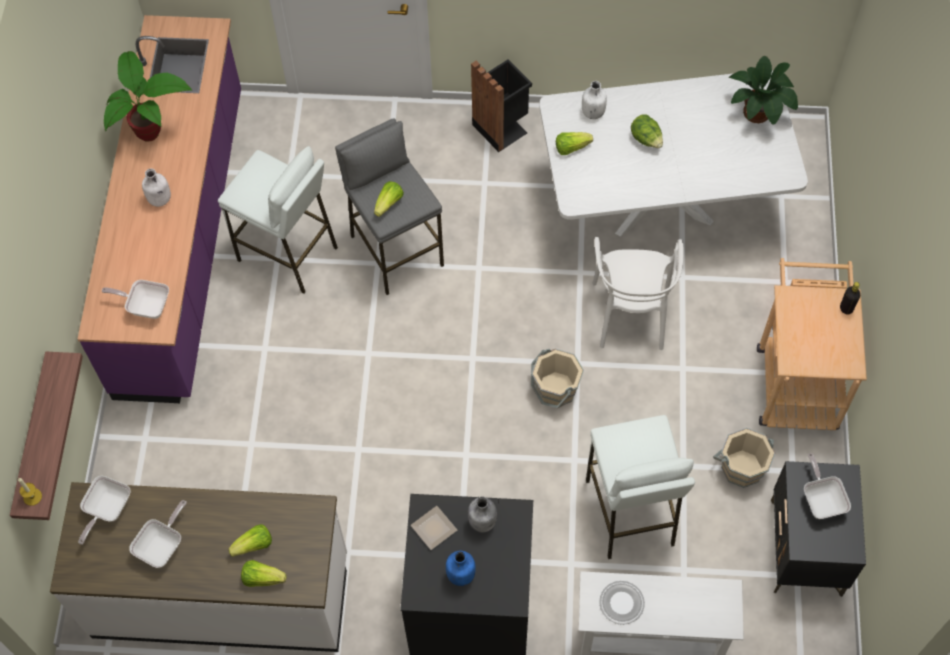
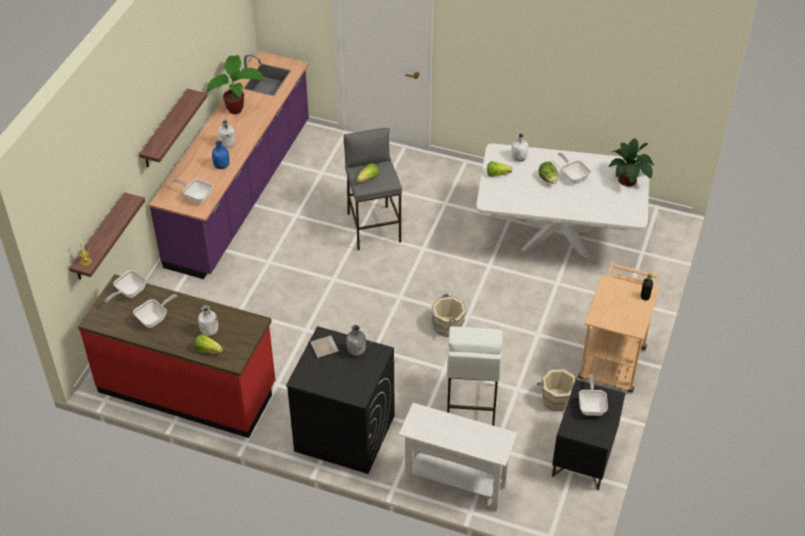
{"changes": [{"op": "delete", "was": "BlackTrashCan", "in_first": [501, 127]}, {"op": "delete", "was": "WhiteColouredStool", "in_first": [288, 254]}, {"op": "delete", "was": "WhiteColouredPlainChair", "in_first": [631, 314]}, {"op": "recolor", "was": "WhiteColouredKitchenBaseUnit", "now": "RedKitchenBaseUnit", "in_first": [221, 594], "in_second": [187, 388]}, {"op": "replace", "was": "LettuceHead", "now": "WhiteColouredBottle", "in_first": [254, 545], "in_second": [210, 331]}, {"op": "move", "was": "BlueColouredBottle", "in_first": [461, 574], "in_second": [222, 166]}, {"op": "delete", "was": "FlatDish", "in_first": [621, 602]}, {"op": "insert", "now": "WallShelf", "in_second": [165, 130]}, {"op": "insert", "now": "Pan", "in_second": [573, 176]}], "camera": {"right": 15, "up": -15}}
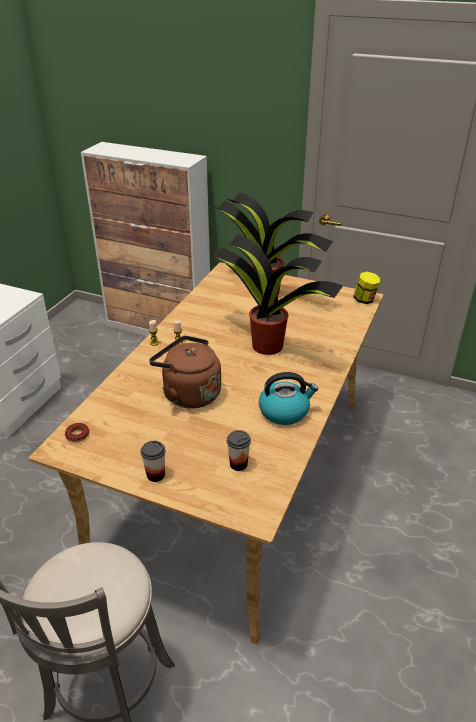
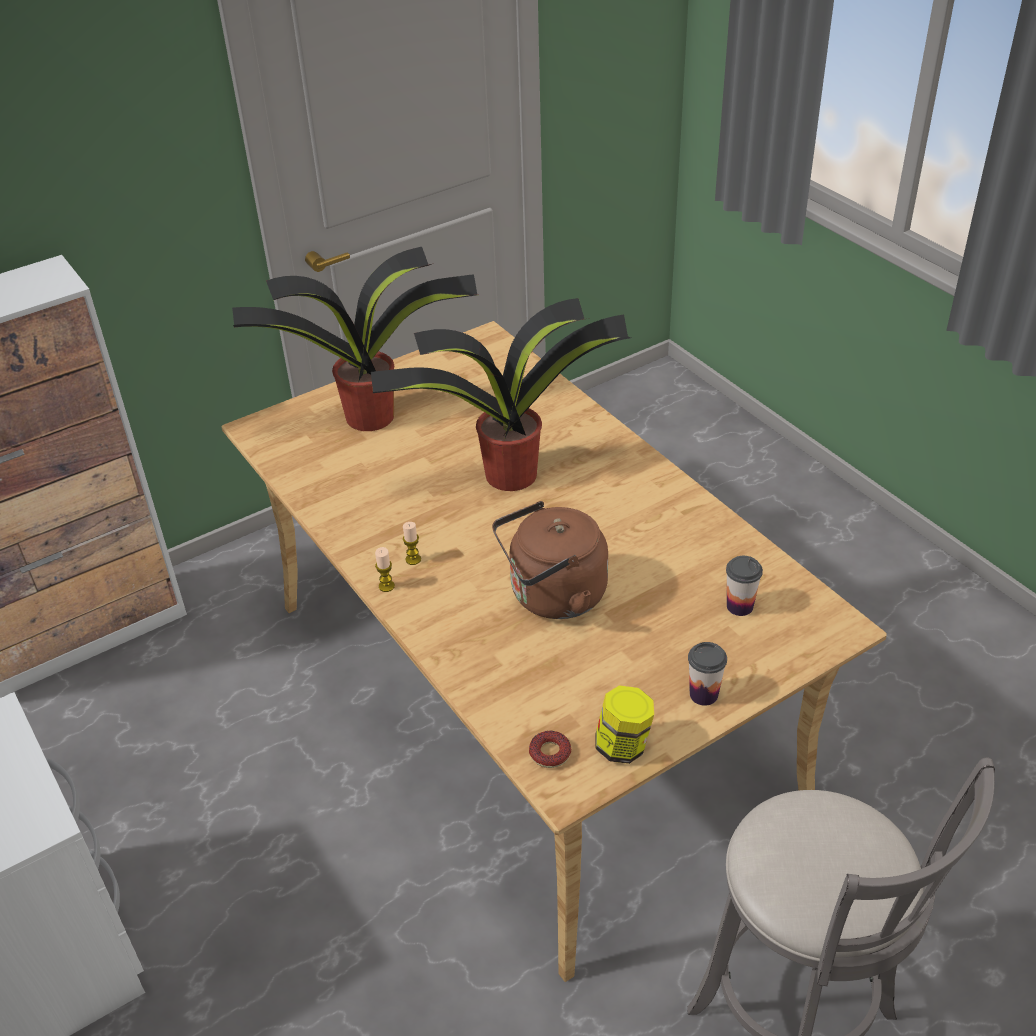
{"changes": [{"op": "move", "was": "StorageJar", "in_first": [364, 300], "in_second": [623, 746]}, {"op": "delete", "was": "TeaKettle", "in_first": [284, 411]}], "camera": {"right": -55, "up": 5}}
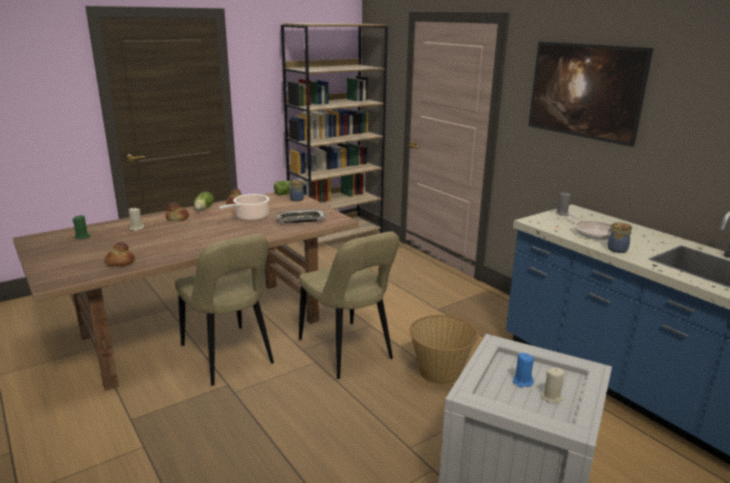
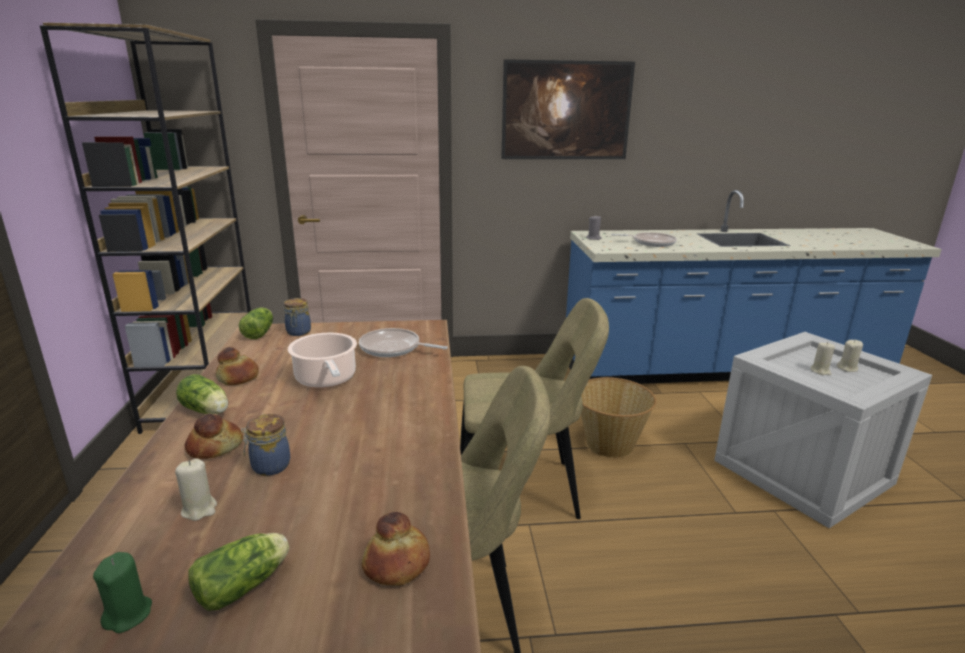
{"changes": [{"op": "replace", "was": "Tray", "now": "Pan", "in_first": [300, 220], "in_second": [393, 348]}, {"op": "move", "was": "StorageJar", "in_first": [616, 249], "in_second": [269, 466]}, {"op": "recolor", "was": "BlueColouredWaxLight", "now": "BeigeColouredWaxLight", "in_first": [522, 382], "in_second": [820, 371]}, {"op": "insert", "now": "LettuceHead", "in_second": [246, 585]}], "camera": {"right": -60, "up": 0}}
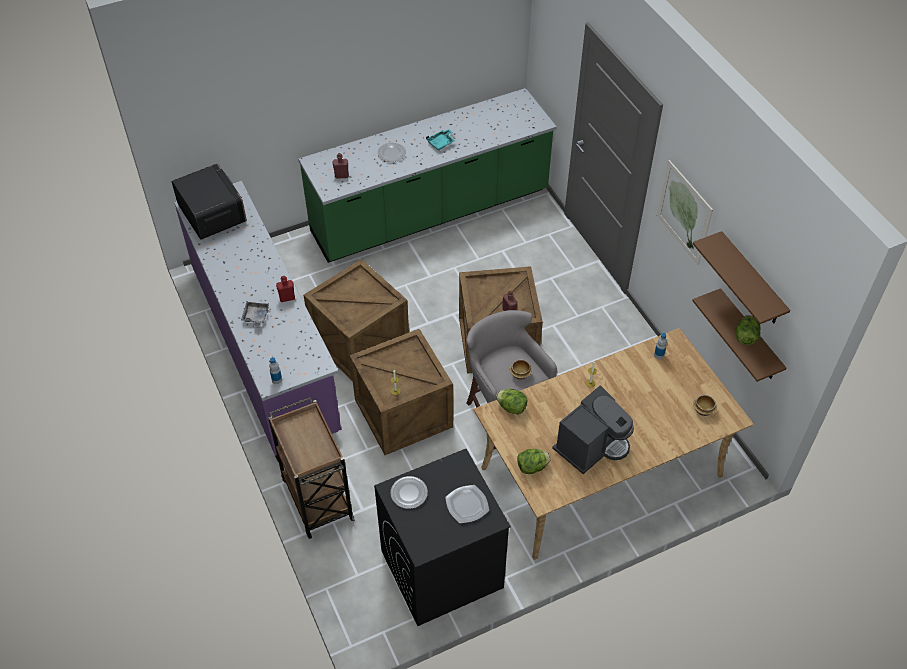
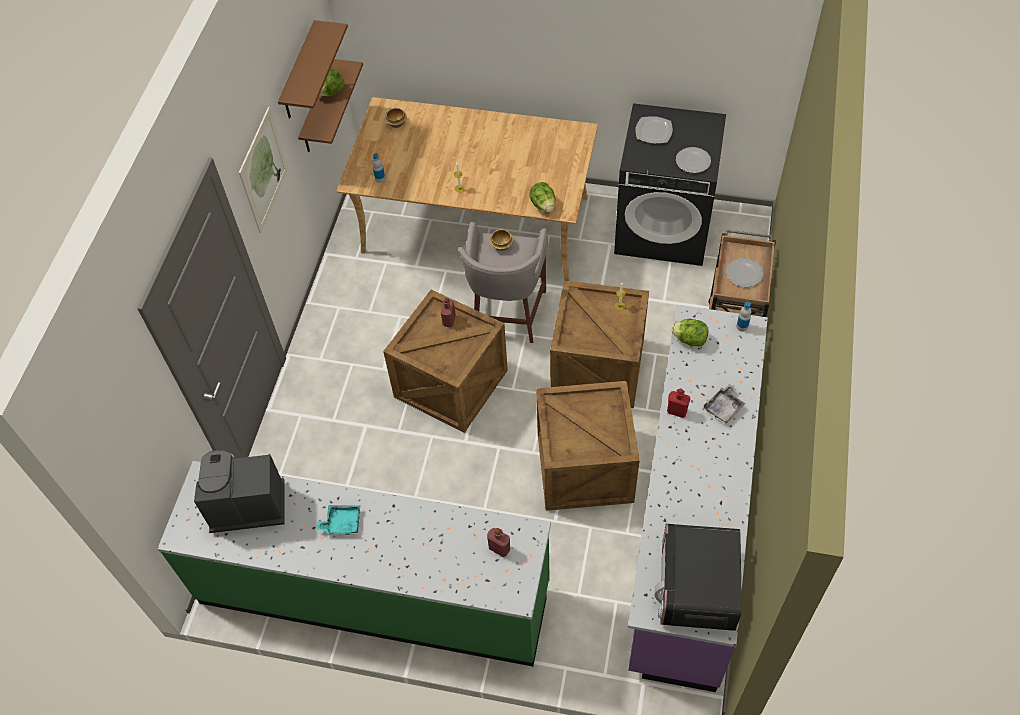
{"changes": [{"op": "move", "was": "FlatDish", "in_first": [391, 153], "in_second": [744, 273]}, {"op": "move", "was": "CoffeeBrewer", "in_first": [591, 446], "in_second": [246, 505]}, {"op": "move", "was": "LettuceHead", "in_first": [532, 467], "in_second": [690, 339]}], "camera": {"right": -140, "up": 5}}
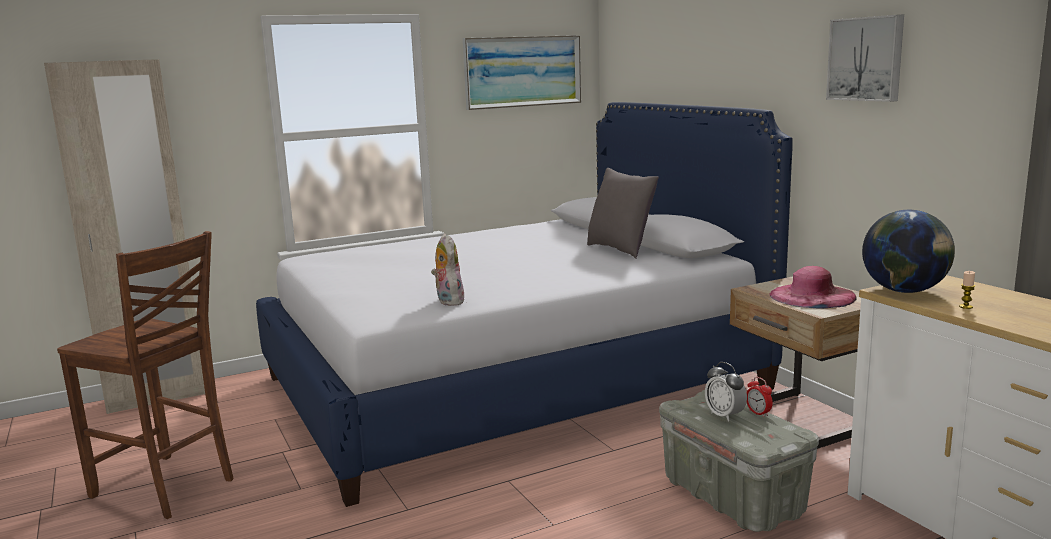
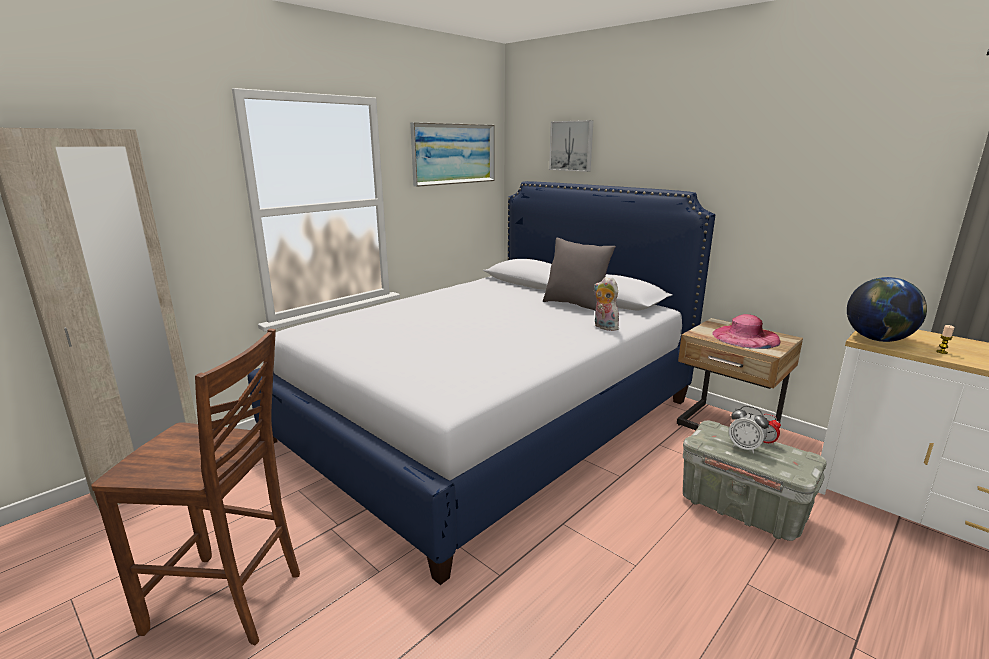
{"changes": [{"op": "move", "was": "Picture", "in_first": [866, 59], "in_second": [572, 146]}, {"op": "move", "was": "SoftToy", "in_first": [448, 301], "in_second": [604, 327]}], "camera": {"right": -20, "up": 5}}
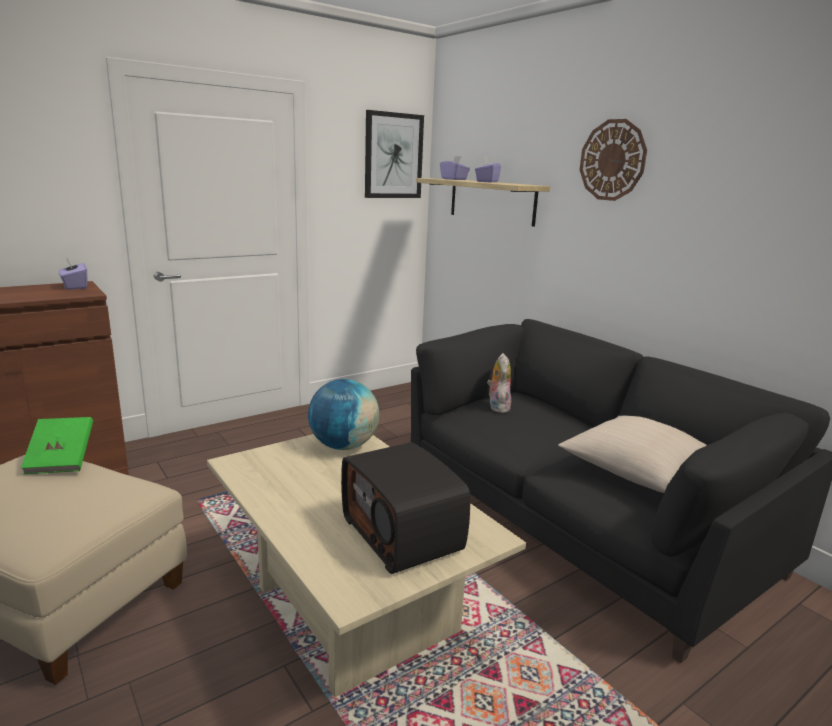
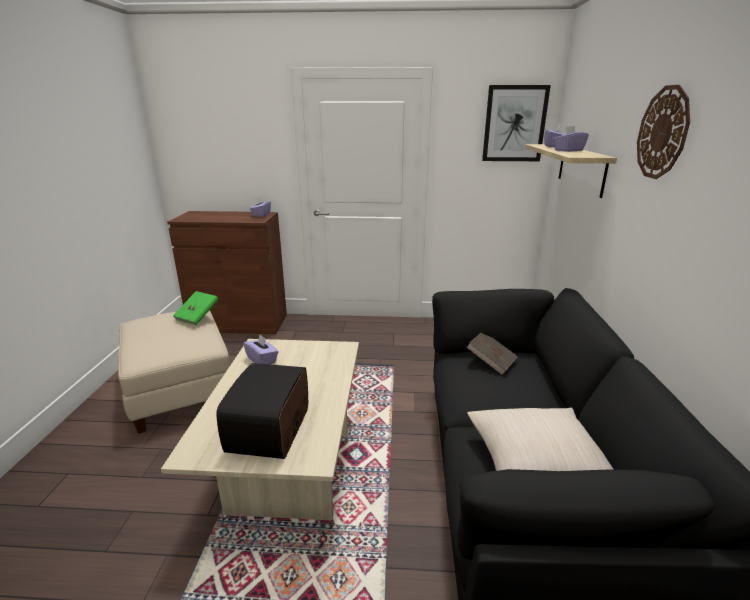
{"changes": [{"op": "replace", "was": "SoftToy", "now": "BrownColouredBook", "in_first": [497, 407], "in_second": [491, 361]}, {"op": "delete", "was": "WorldGlobe", "in_first": [343, 446]}, {"op": "insert", "now": "PurpleColouredTissueBox", "in_second": [262, 360]}], "camera": {"right": 40, "up": 5}}
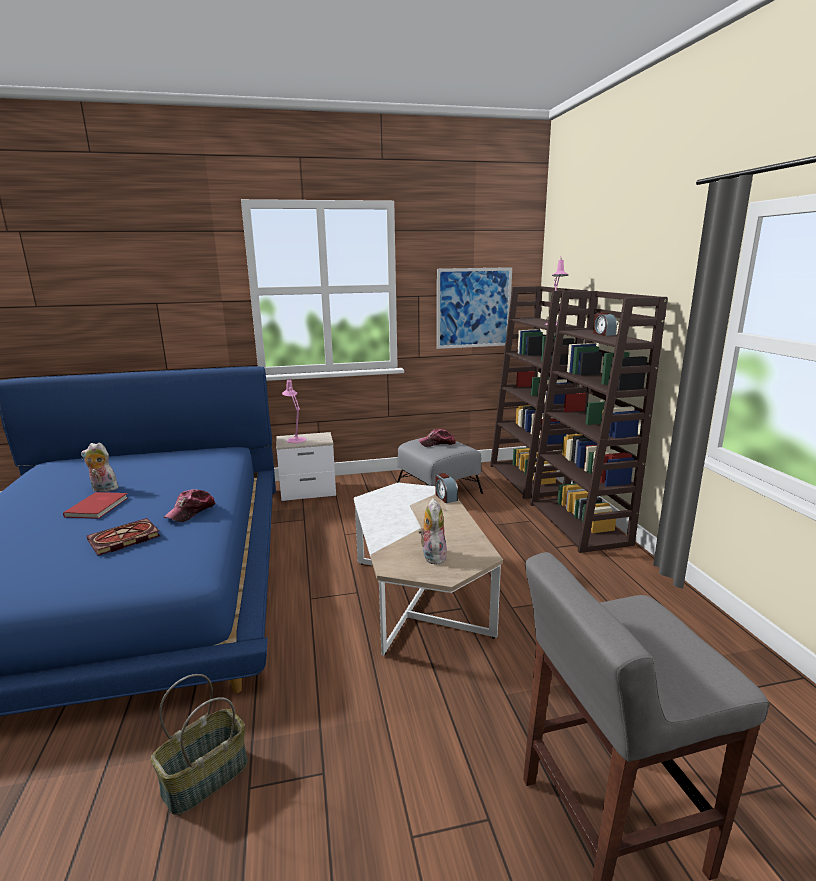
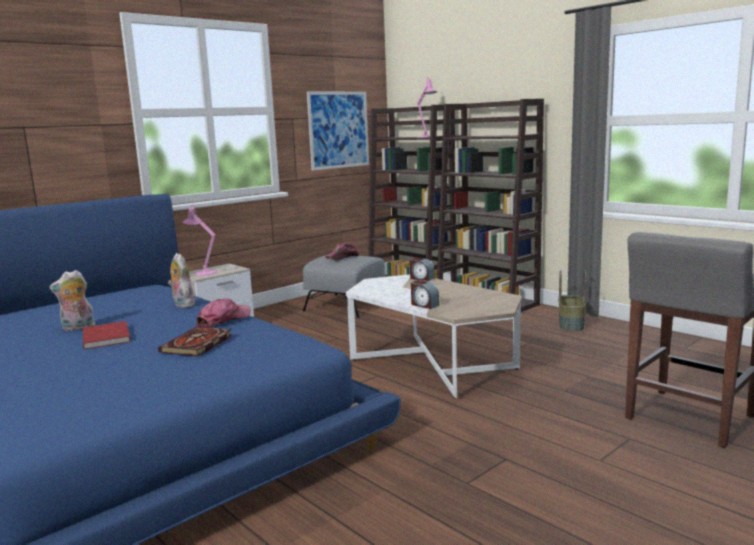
{"changes": [{"op": "move", "was": "TableClock", "in_first": [603, 334], "in_second": [424, 305]}, {"op": "rotate", "was": "BaseballCap", "in_first": [191, 511], "in_second": [223, 320], "clockwise": -135}, {"op": "move", "was": "SoftToy", "in_first": [432, 556], "in_second": [182, 305]}, {"op": "move", "was": "StorageBasket", "in_first": [205, 779], "in_second": [572, 324]}], "camera": {"right": -30, "up": -5}}
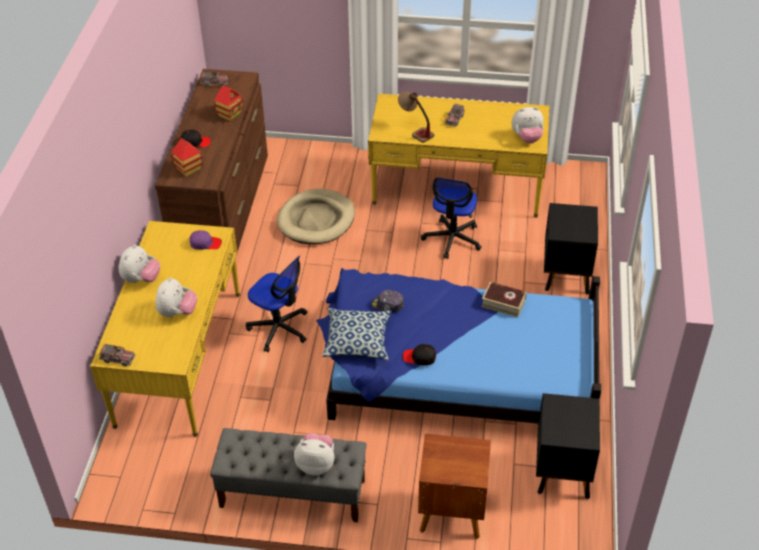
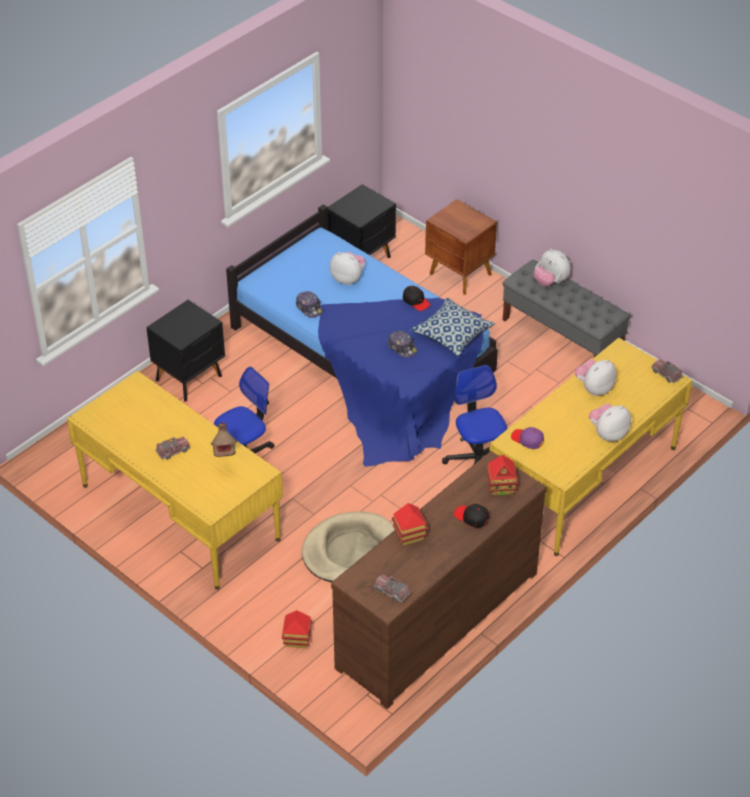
{"changes": [{"op": "move", "was": "SoftToy", "in_first": [527, 138], "in_second": [348, 279]}, {"op": "replace", "was": "Book", "now": "BaseballCap", "in_first": [503, 303], "in_second": [309, 308]}, {"op": "insert", "now": "ToyHouse", "in_second": [297, 640]}], "camera": {"right": -145, "up": 0}}
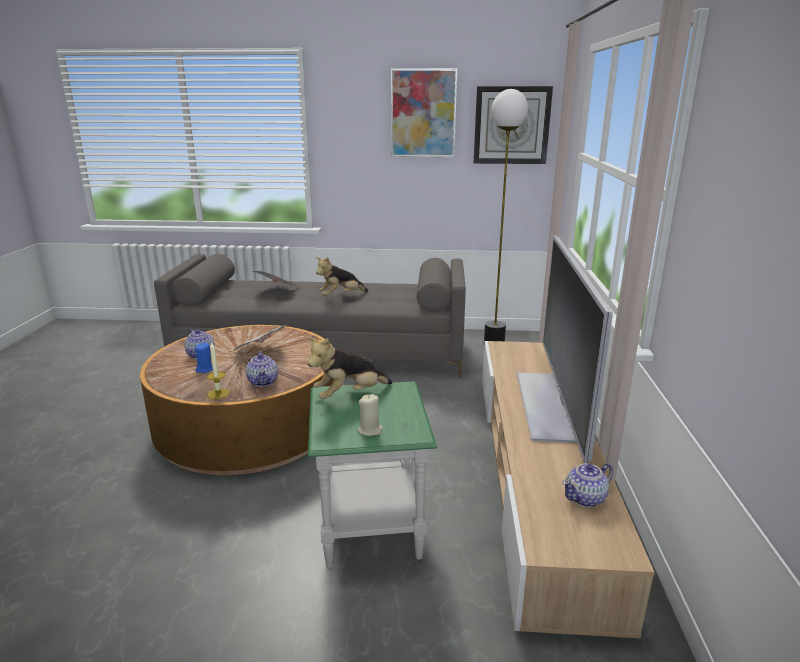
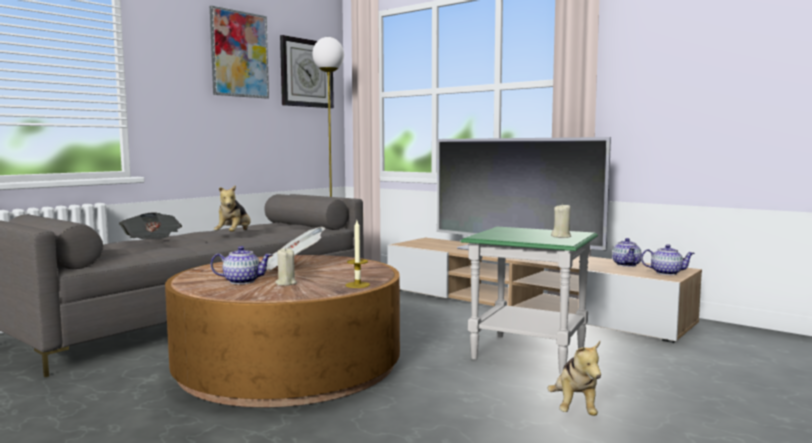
{"changes": [{"op": "move", "was": "SoftToy", "in_first": [349, 395], "in_second": [574, 409]}, {"op": "recolor", "was": "BlueColouredWaxLight", "now": "BeigeColouredWaxLight", "in_first": [205, 369], "in_second": [286, 283]}, {"op": "move", "was": "PotForTea", "in_first": [263, 381], "in_second": [666, 273]}], "camera": {"right": -55, "up": -15}}
